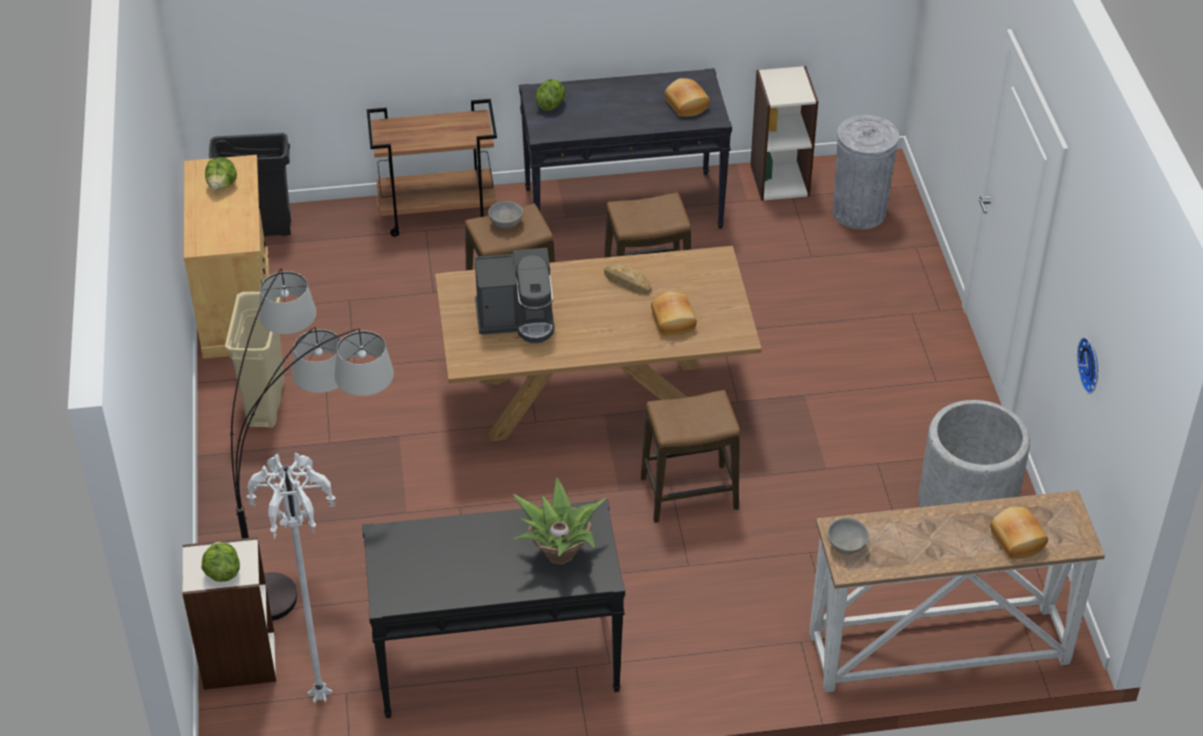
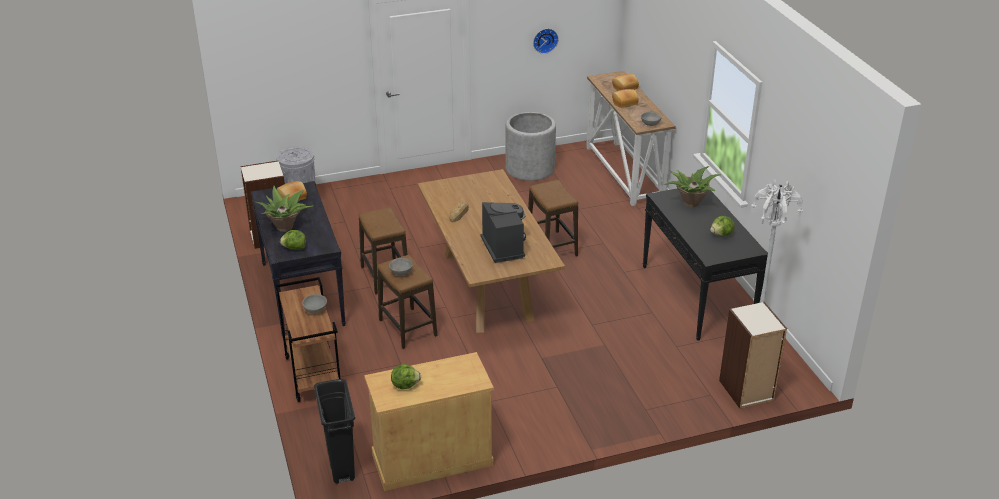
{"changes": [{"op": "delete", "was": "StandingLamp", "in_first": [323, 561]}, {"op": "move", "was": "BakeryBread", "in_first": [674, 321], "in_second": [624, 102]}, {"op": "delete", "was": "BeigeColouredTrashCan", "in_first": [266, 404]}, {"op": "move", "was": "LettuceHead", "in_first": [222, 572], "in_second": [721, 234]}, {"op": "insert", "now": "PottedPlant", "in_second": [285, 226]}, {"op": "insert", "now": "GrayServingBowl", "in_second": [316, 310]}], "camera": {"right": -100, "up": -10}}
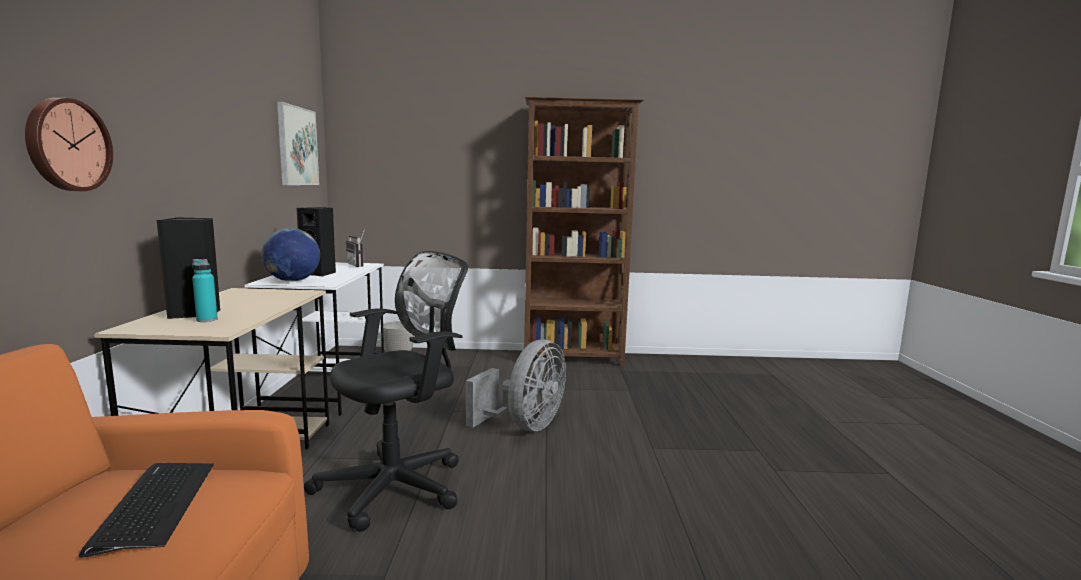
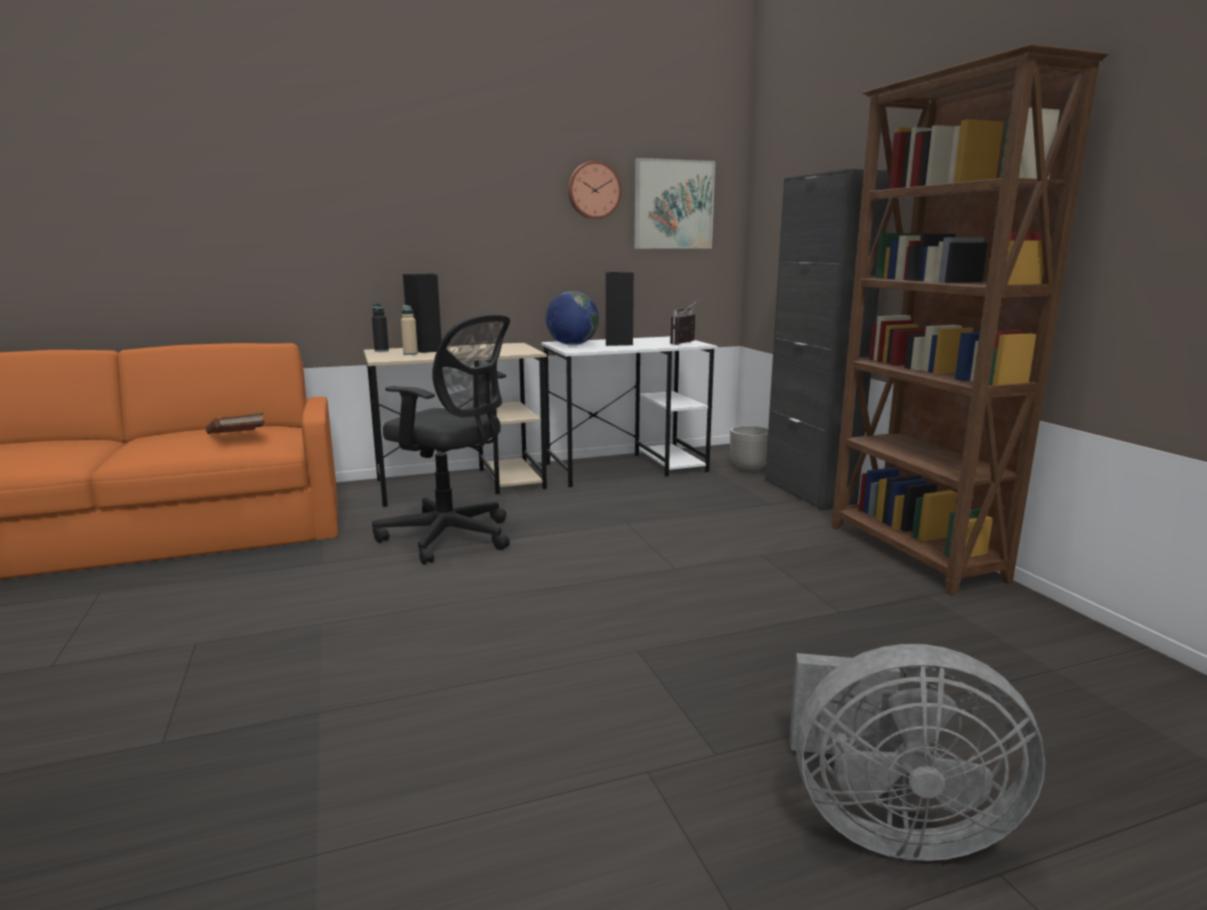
{"changes": [{"op": "move", "was": "ClockOnTheWall", "in_first": [66, 145], "in_second": [593, 190]}, {"op": "recolor", "was": "TurquoiseColouredBottle", "now": "BeigeColouredBottle", "in_first": [207, 320], "in_second": [410, 354]}, {"op": "move", "was": "GrayCoolingFan", "in_first": [525, 426], "in_second": [887, 824]}, {"op": "replace", "was": "PcKeyboard", "now": "BrownColouredBook", "in_first": [155, 505], "in_second": [238, 438]}, {"op": "insert", "now": "BlackStorageCabinet", "in_second": [809, 492]}, {"op": "insert", "now": "BlackBottle", "in_second": [381, 351]}], "camera": {"right": 70, "up": 5}}
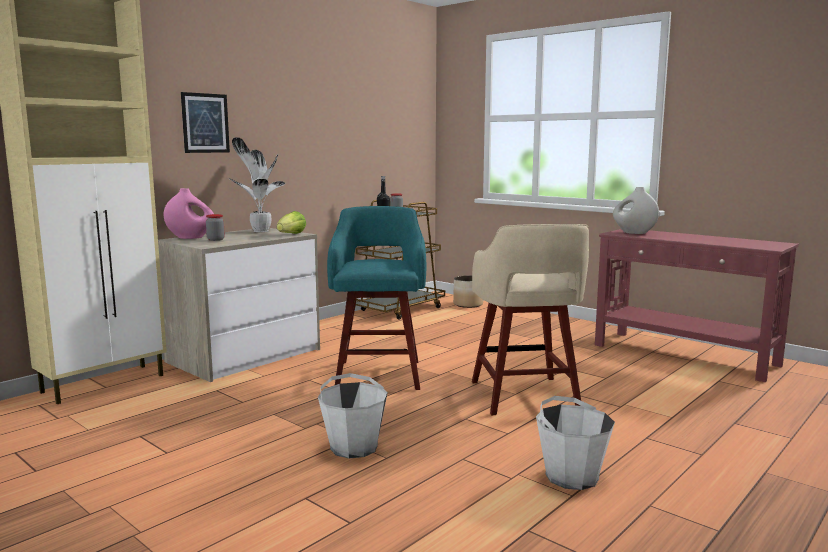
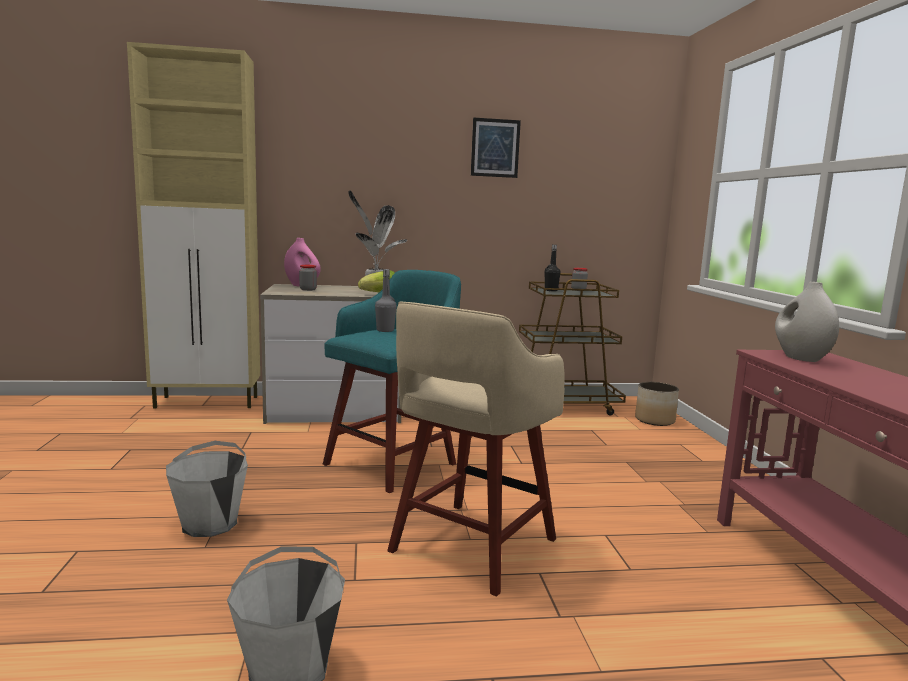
{"changes": [{"op": "move", "was": "Picture", "in_first": [205, 123], "in_second": [495, 148]}, {"op": "insert", "now": "GrayBottle", "in_second": [385, 330]}], "camera": {"right": 40, "up": 0}}
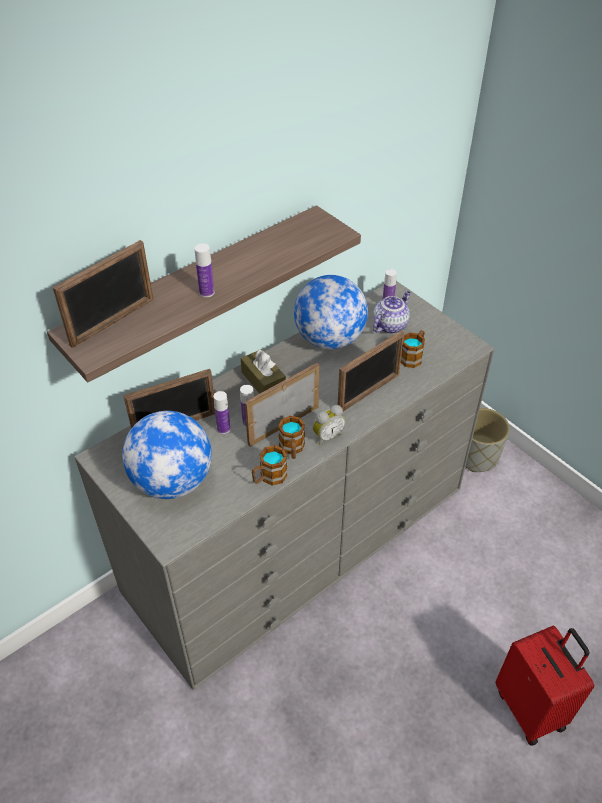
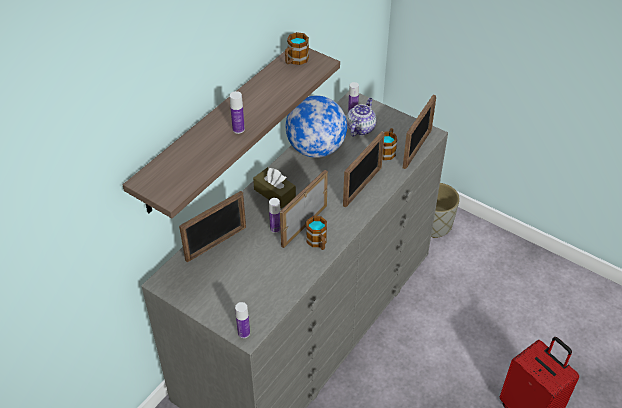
{"changes": [{"op": "move", "was": "StandingFrame", "in_first": [113, 322], "in_second": [417, 149]}, {"op": "move", "was": "Bottle", "in_first": [223, 429], "in_second": [244, 333]}, {"op": "delete", "was": "TableClock", "in_first": [327, 436]}, {"op": "delete", "was": "WorldGlobe", "in_first": [172, 481]}, {"op": "move", "was": "TeaMug", "in_first": [269, 477], "in_second": [295, 60]}], "camera": {"right": -15, "up": 0}}
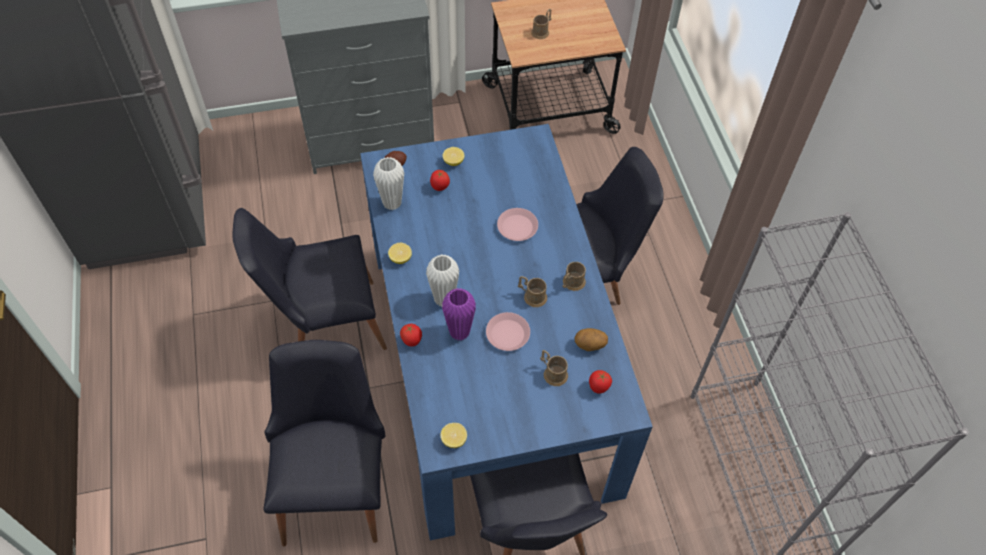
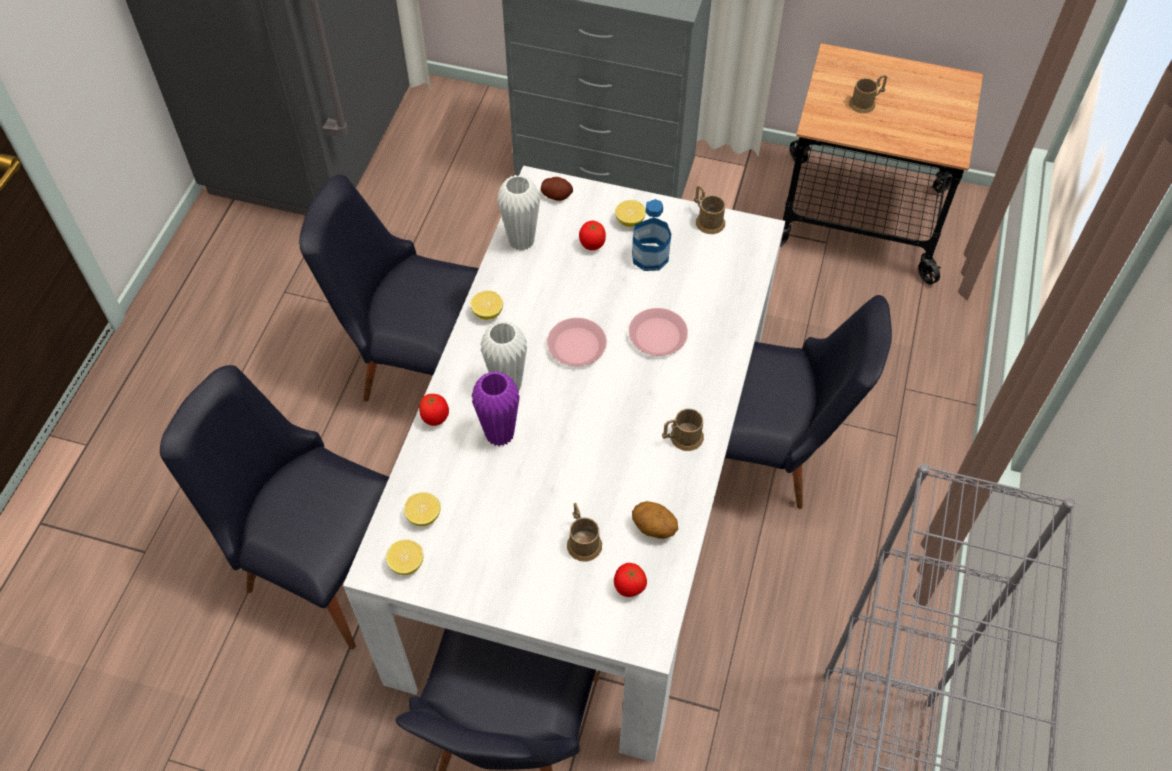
{"changes": [{"op": "recolor", "was": "BlueColouredKitchenTable", "now": "WhiteColouredKitchenTable", "in_first": [489, 363], "in_second": [585, 506]}, {"op": "move", "was": "BrownColouredTeaMug", "in_first": [532, 296], "in_second": [707, 220]}, {"op": "move", "was": "PinkColouredFlatDish", "in_first": [507, 334], "in_second": [576, 346]}, {"op": "rotate", "was": "BlackPlainChair", "in_first": [335, 483], "in_second": [318, 561], "clockwise": -90}, {"op": "insert", "now": "Bottle", "in_second": [650, 257]}, {"op": "insert", "now": "Lemon", "in_second": [423, 515]}], "camera": {"right": 30, "up": 0}}
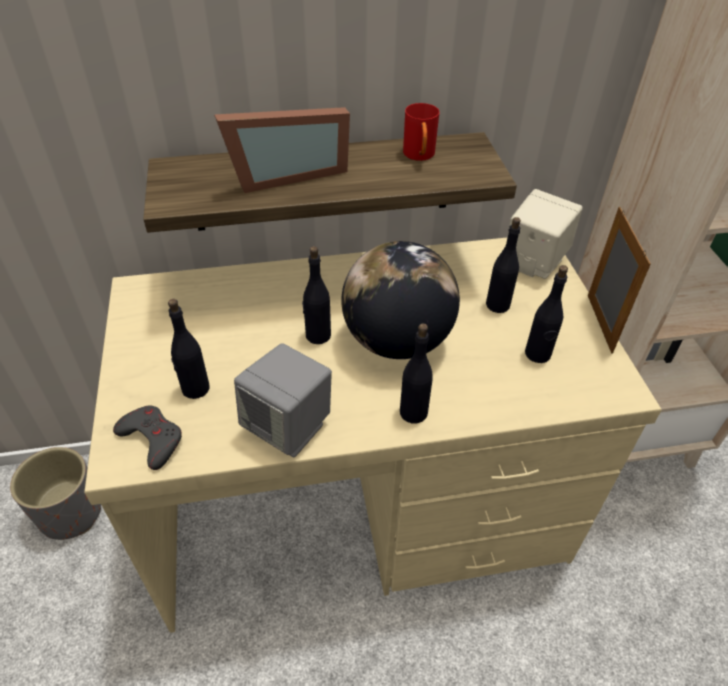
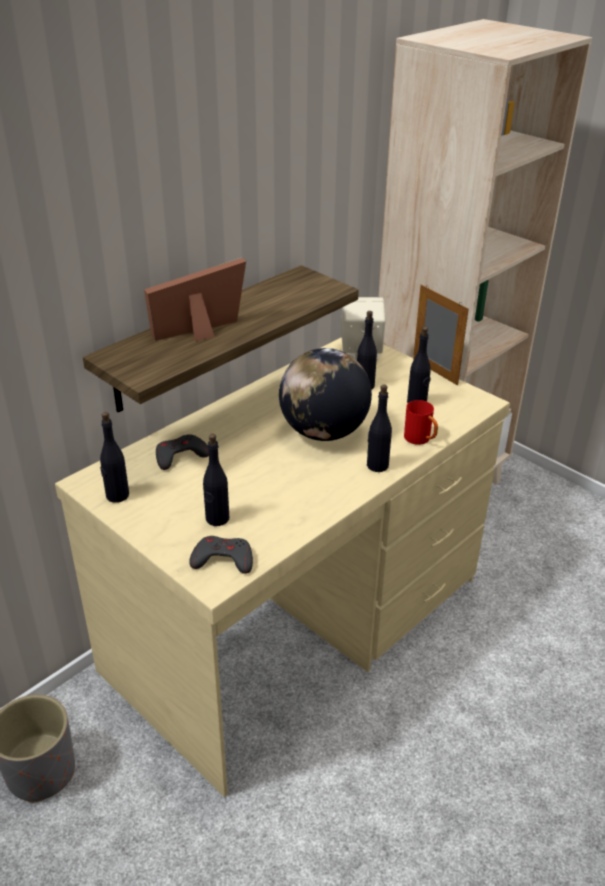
{"changes": [{"op": "move", "was": "RedTeaMug", "in_first": [419, 156], "in_second": [421, 440]}, {"op": "rotate", "was": "StandingFrame", "in_first": [285, 174], "in_second": [203, 331], "clockwise": -150}, {"op": "move", "was": "BlackBottle", "in_first": [317, 335], "in_second": [117, 495]}, {"op": "delete", "was": "GrayLoudspeaker", "in_first": [289, 427]}, {"op": "insert", "now": "GrayJoypad", "in_second": [180, 456]}], "camera": {"right": -35, "up": -10}}
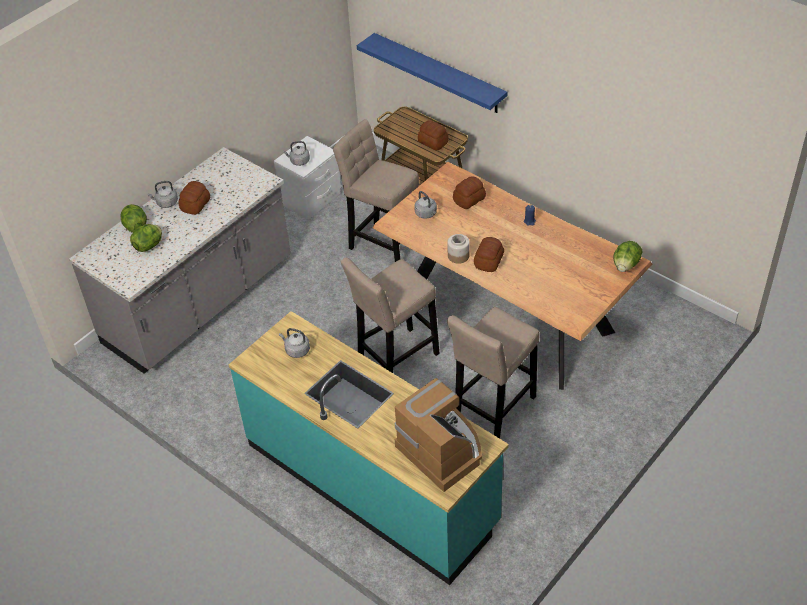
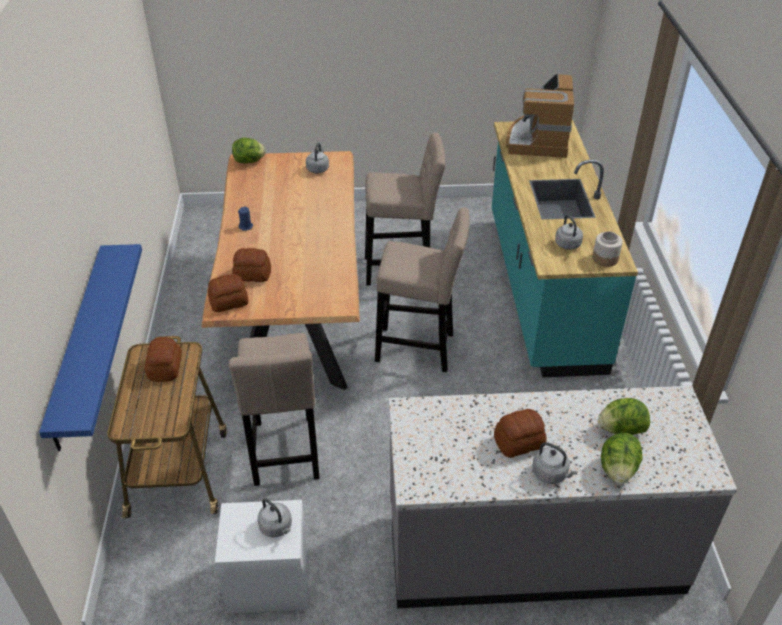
{"changes": [{"op": "move", "was": "GrayTeaKettle", "in_first": [426, 214], "in_second": [318, 168]}, {"op": "move", "was": "StorageJar", "in_first": [458, 256], "in_second": [605, 259]}, {"op": "move", "was": "BakeryBread", "in_first": [489, 261], "in_second": [228, 302]}], "camera": {"right": -135, "up": -5}}
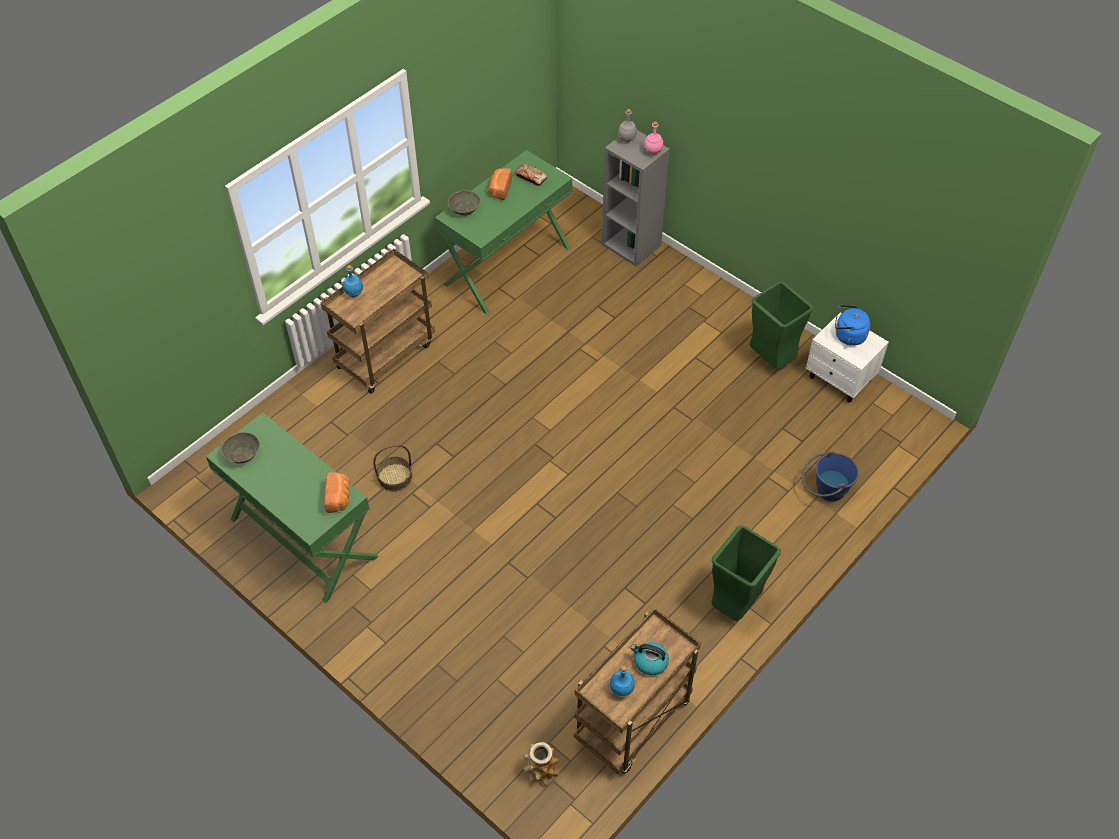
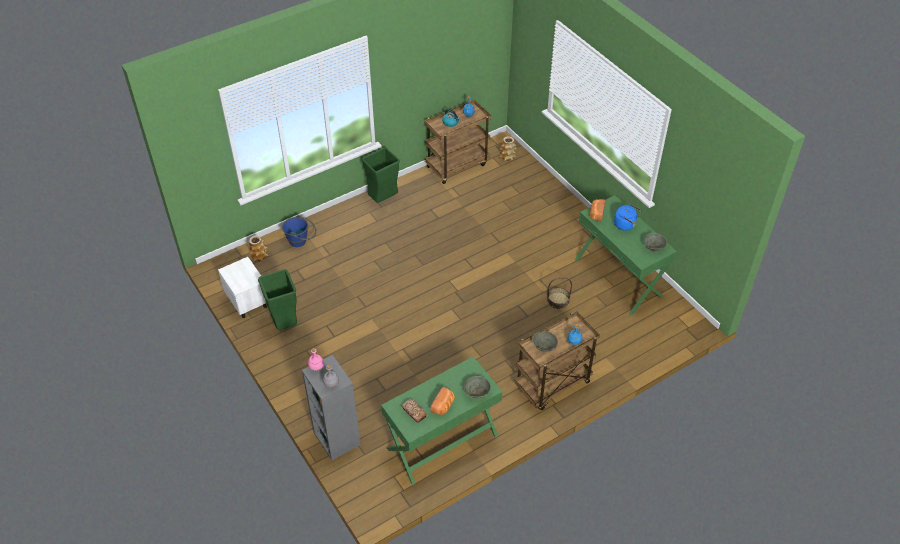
{"changes": [{"op": "move", "was": "BlueColouredTeaKettle", "in_first": [847, 336], "in_second": [626, 225]}, {"op": "insert", "now": "FlowerVase", "in_second": [259, 256]}, {"op": "insert", "now": "GrayServingBowl", "in_second": [544, 346]}], "camera": {"right": -165, "up": -5}}
